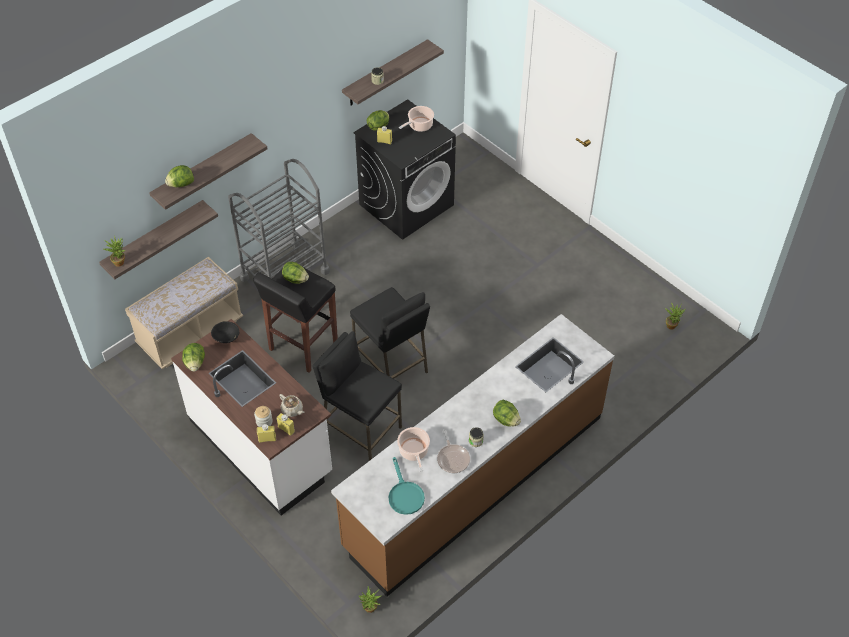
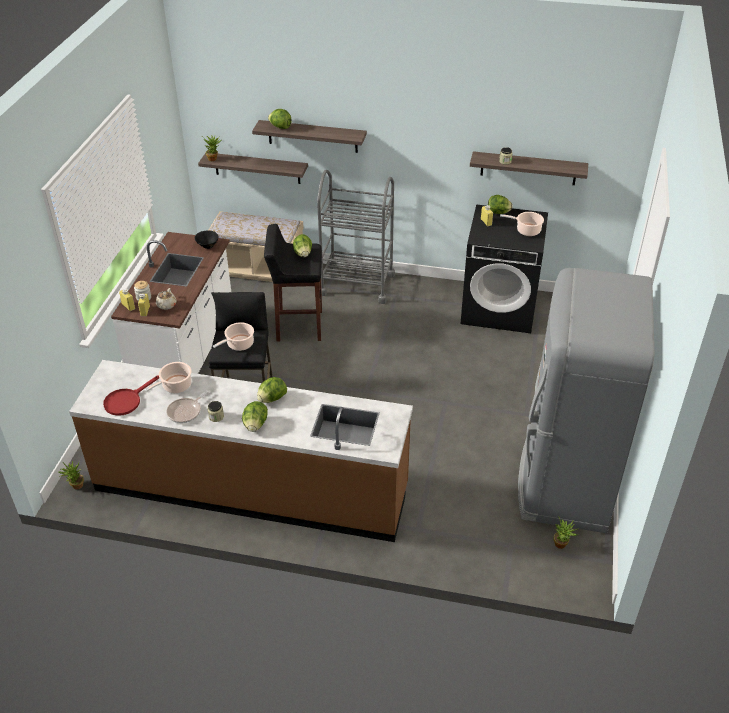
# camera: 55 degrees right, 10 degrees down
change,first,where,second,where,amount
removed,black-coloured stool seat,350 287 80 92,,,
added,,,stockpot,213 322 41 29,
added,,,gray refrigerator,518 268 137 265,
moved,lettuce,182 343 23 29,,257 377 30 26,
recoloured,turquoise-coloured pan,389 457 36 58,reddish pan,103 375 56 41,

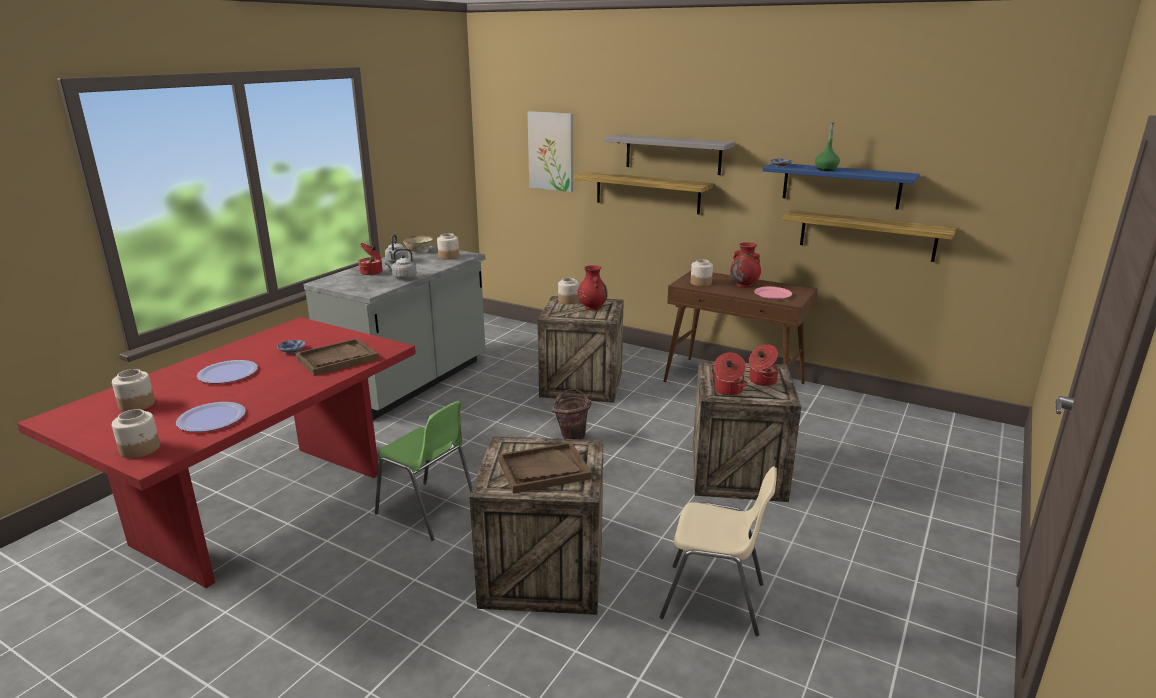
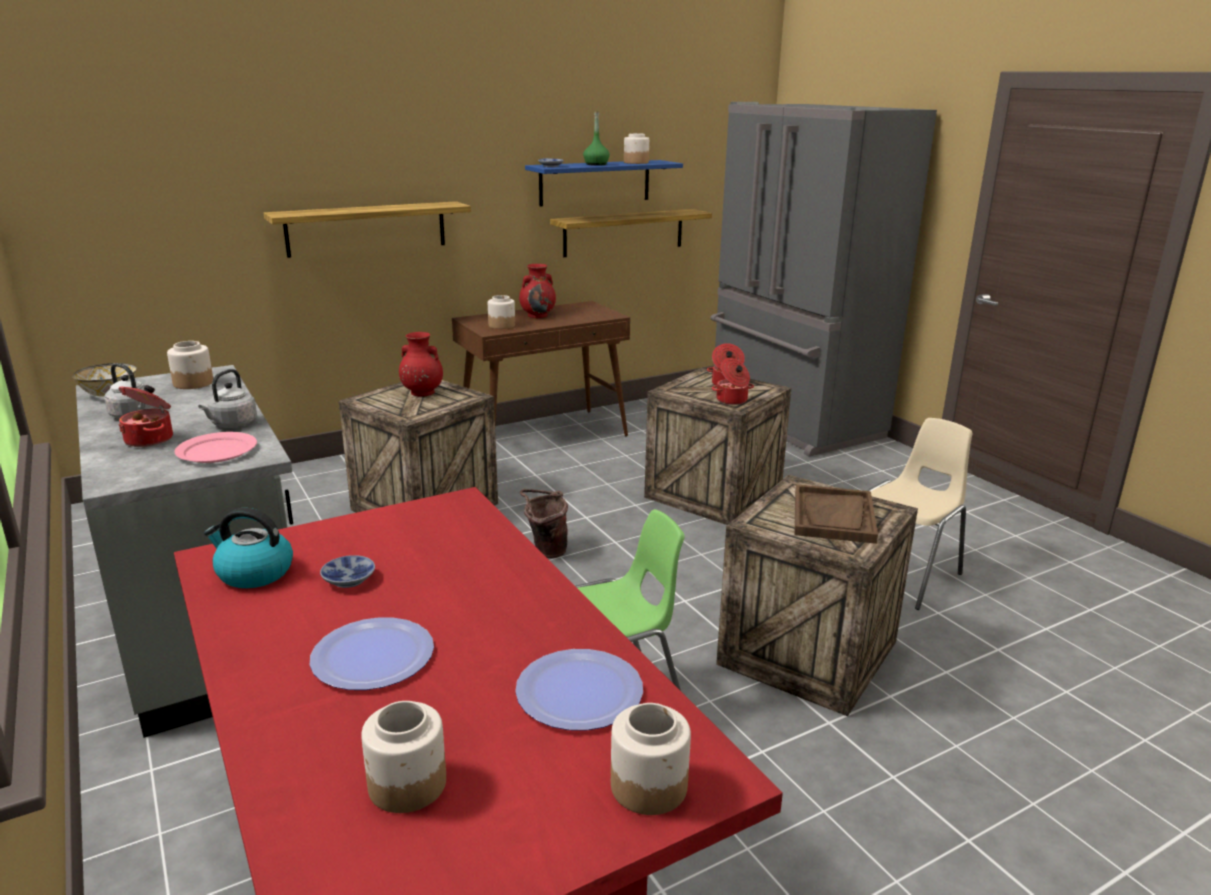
# camera: 60 degrees left, 0 degrees up
change,first,where,second,where,amount
removed,brown serving tray,295 338 84 38,,,
removed,wall picture,527 111 46 81,,,
removed,gray wall shelf,604 134 131 41,,,
added,,,kettle,204 508 89 80,
added,,,gray refrigerator,710 102 227 355,
moved,jar,558 278 21 26,,624 133 25 31,
moved,pink dinner plate,754 287 38 12,,175 432 82 31,

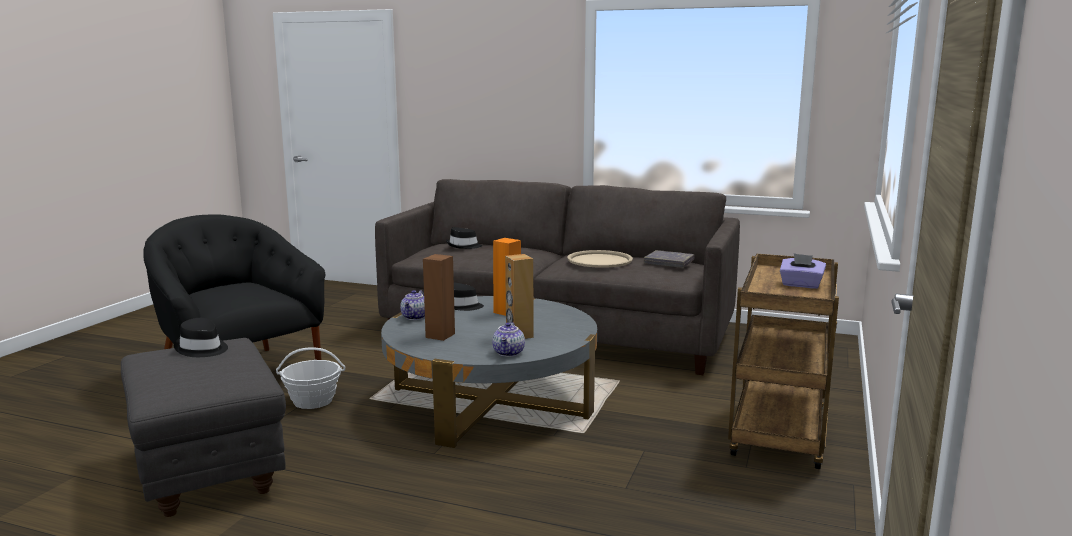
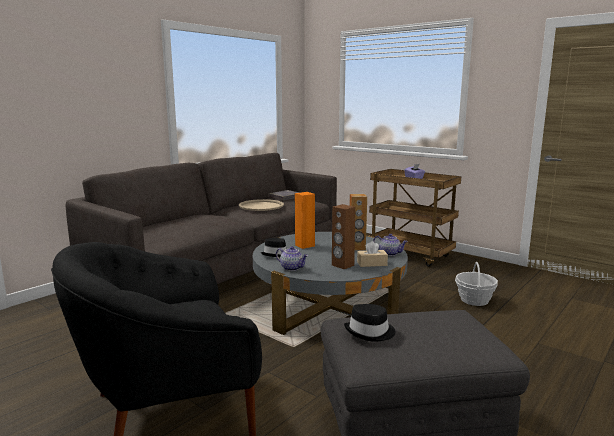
# camera: 70 degrees left, 0 degrees up
change,first,where,second,where,amount
removed,black-coloured clothing hat,446 227 36 22,,,
added,,,sand-coloured tissue holder,357 241 31 26,
moved,storage basket,276 347 69 62,,455 262 43 44,

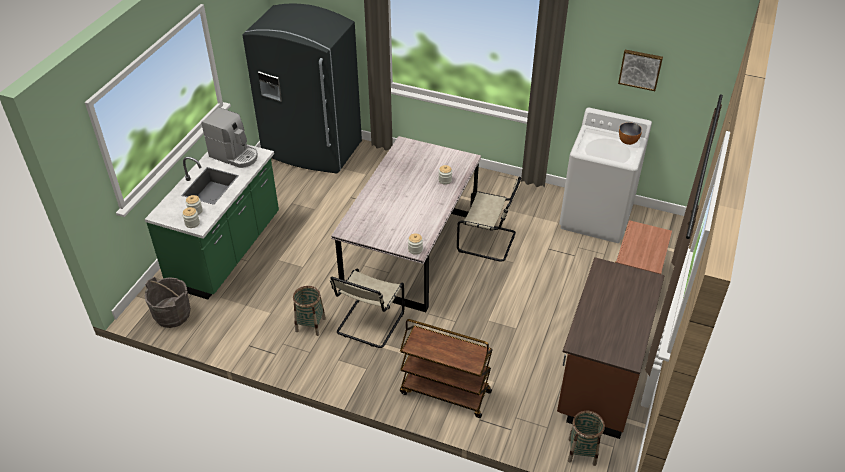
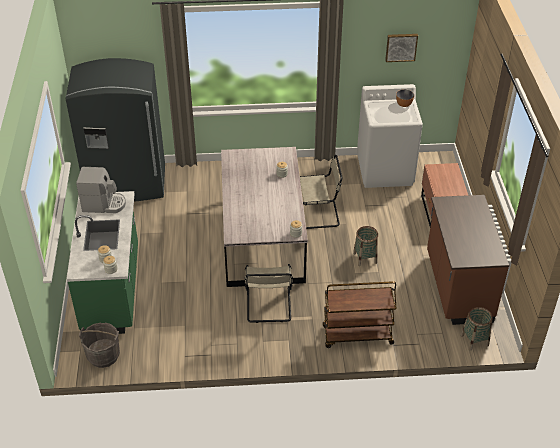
# camera: 25 degrees left, 0 degrees up
change,first,where,second,where,amount
moved,storage basket,293 286 33 50,,353 226 25 40,

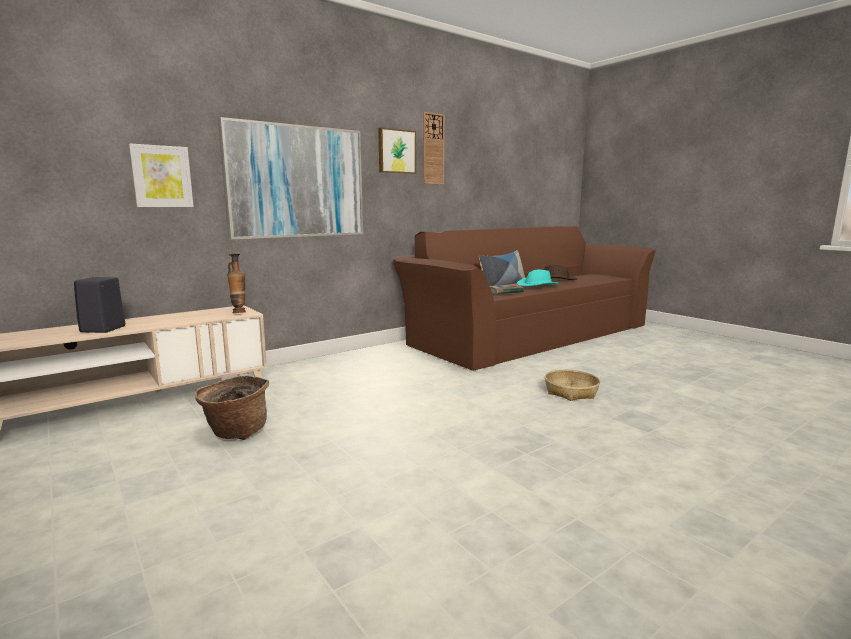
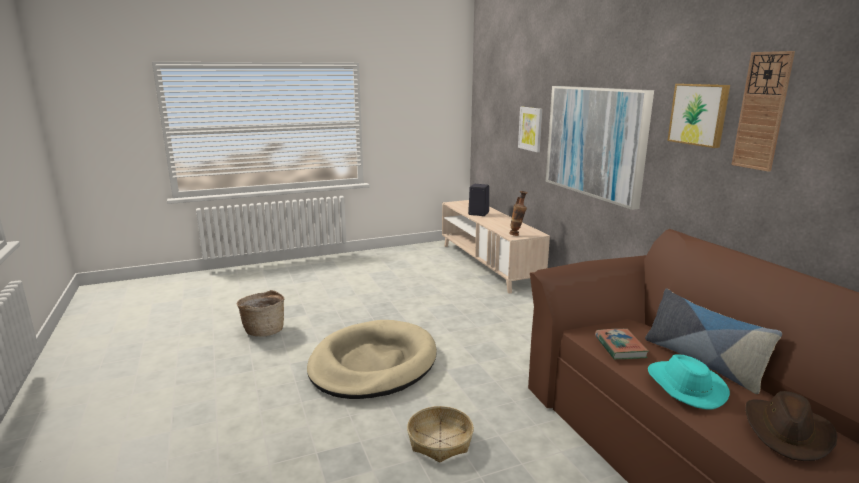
# camera: 105 degrees right, 5 degrees up
change,first,where,second,where,amount
added,,,sand-coloured dog cushion,307 320 130 79,
moved,storage basket,195 376 74 64,,237 290 47 46,

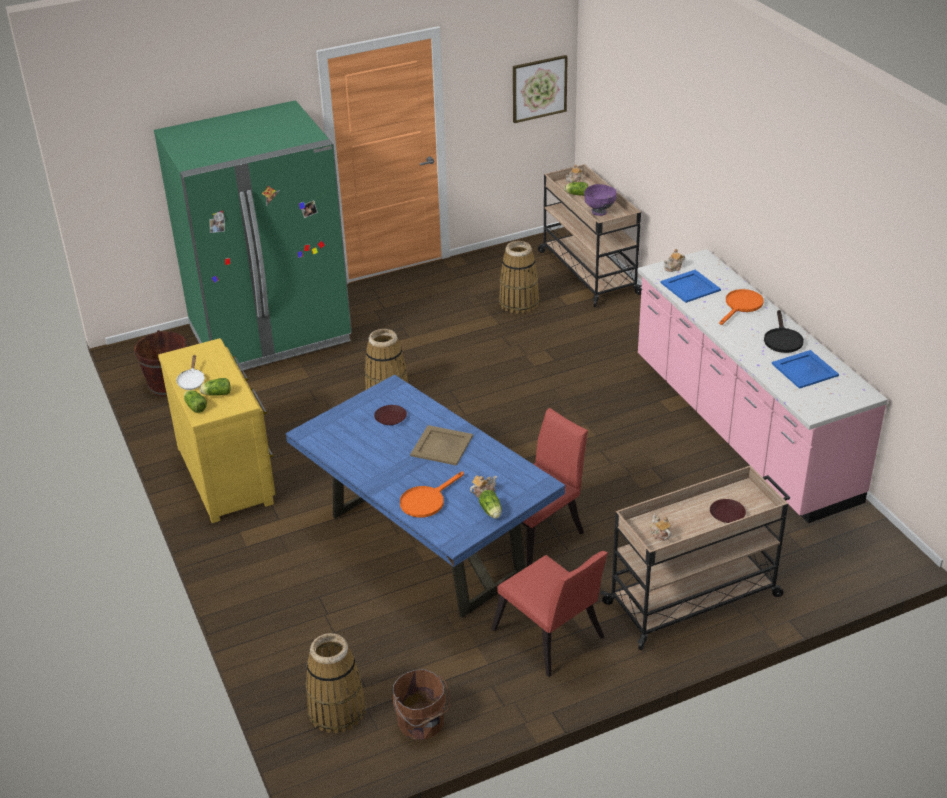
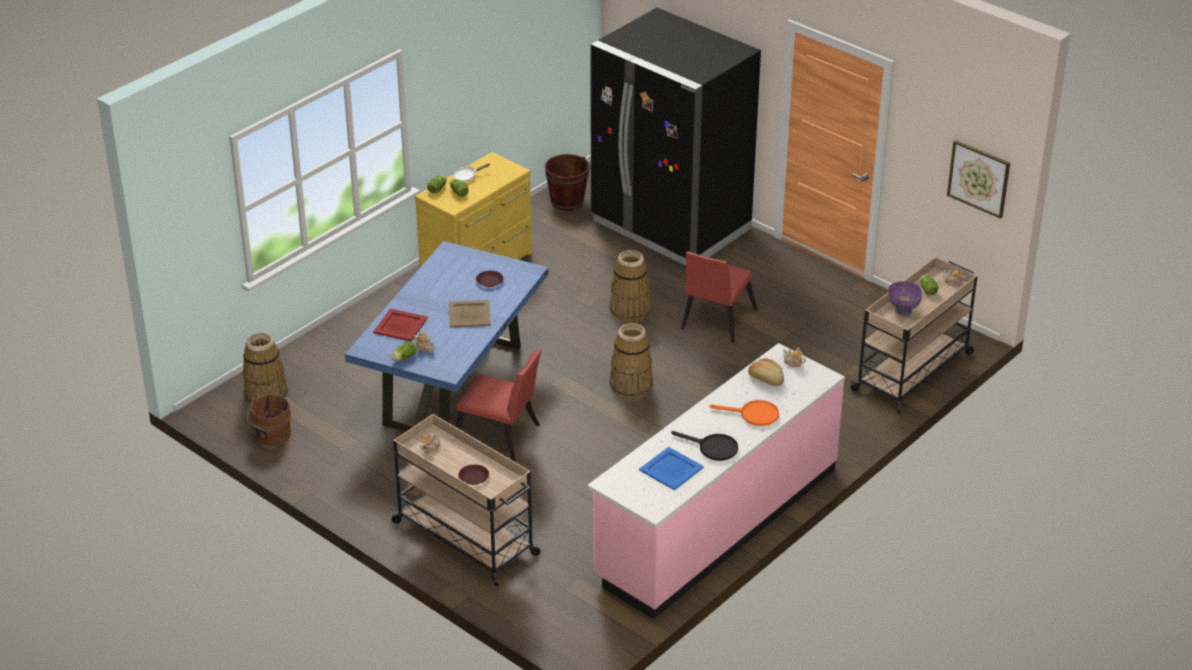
# camera: 65 degrees right, 0 degrees up
change,first,where,second,where,amount
moved,reddish plain chair,491 551 117 126,,681 251 77 92,
moved,storage basket,498 241 41 73,,610 323 43 76,
replaced,orange-coloured pan,400 472 64 46,reddish serving tray,373 309 55 32,
replaced,blue serving tray,660 270 61 33,bakery bread,748 358 36 28,
recoloured,green refrigerator,154 100 198 271,black-coloured refrigerator,590 8 171 258,
turned,black-coloured pan,764 310 40 43,,671 431 67 30,135 degrees counterclockwise

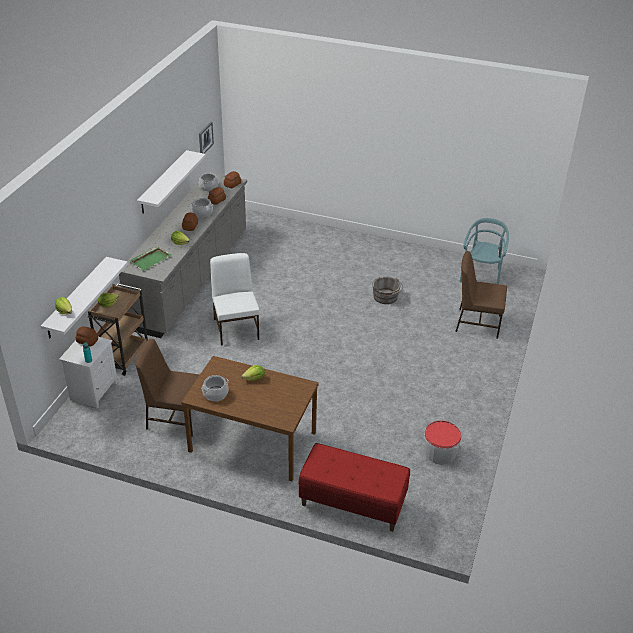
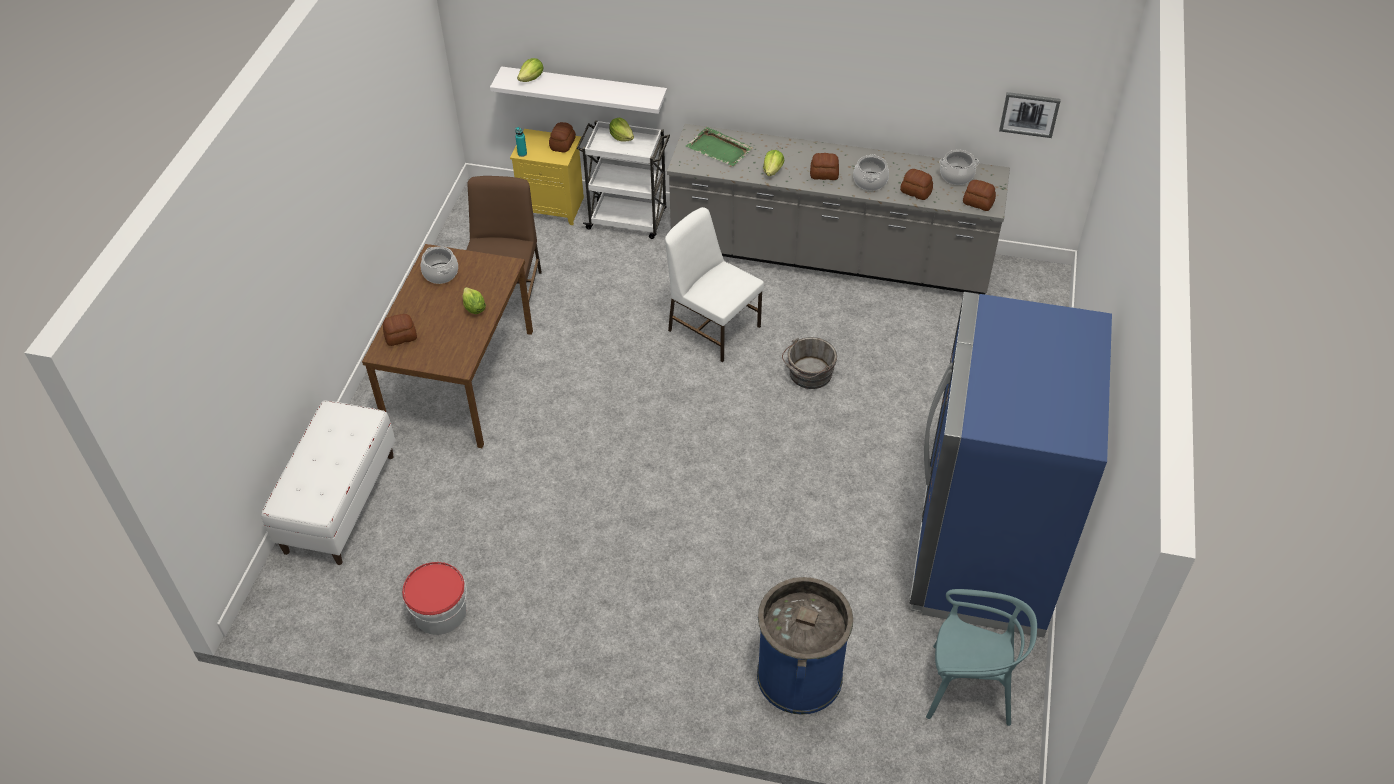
# camera: 85 degrees right, 10 degrees up
change,first,where,second,where,amount
removed,white-coloured wall shelf,137 150 69 63,,,
added,,,bakery bread,383 314 34 32,
added,,,blue refrigerator,910 292 202 346,
moved,gray bucket,372 277 31 27,,782 337 55 52,
replaced,brown plain chair,455 251 52 88,blue rubbish bin,757 577 96 138,
recoloured,white-coloured night table,59 337 59 72,yellow-coloured night table,510 129 74 96,
recoloured,brown cart,88 283 60 93,white-coloured cart,577 120 93 119,
recoloured,reddish indoor bench,299 443 111 89,white-coloured indoor bench,261 400 135 165,
turned,white-coloured plain chair,210 253 49 93,,665 207 99 155,120 degrees counterclockwise

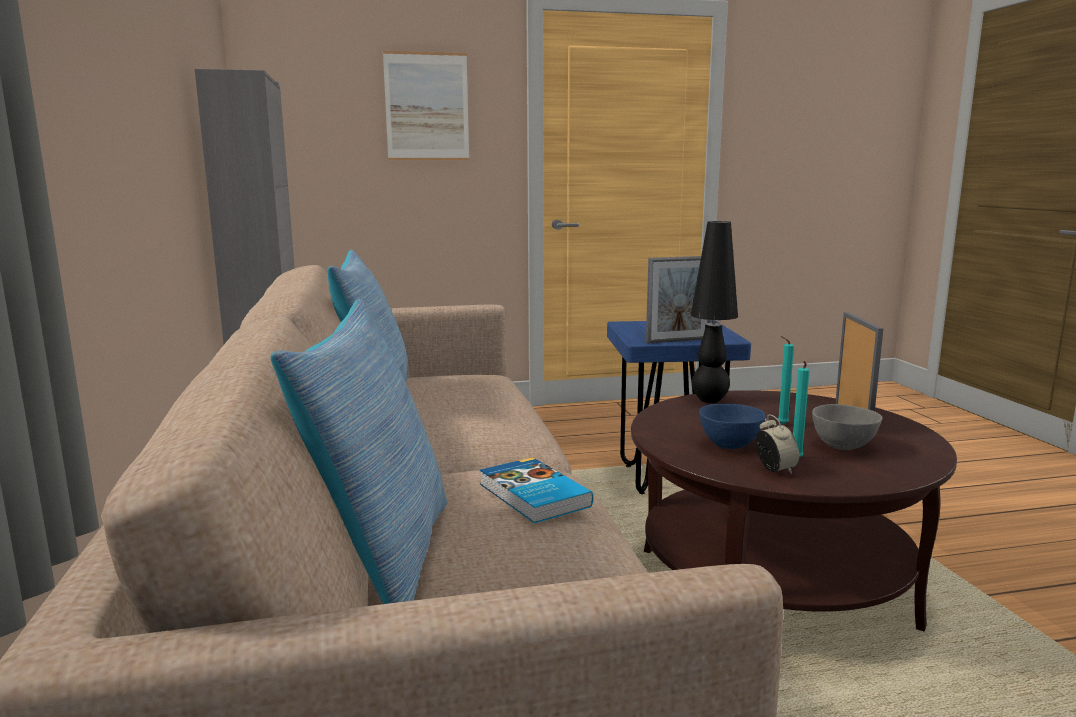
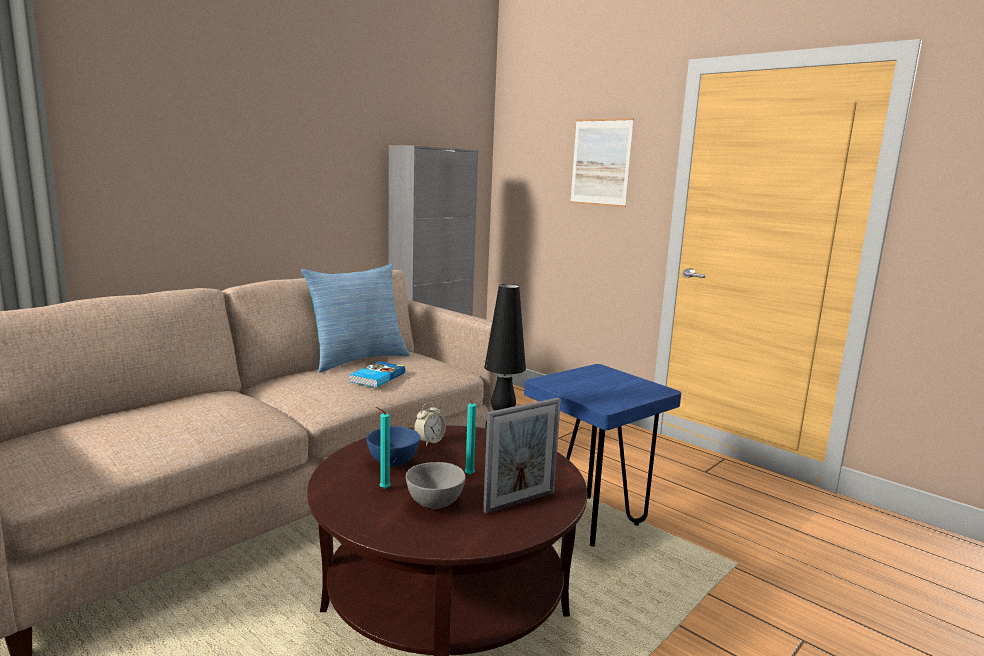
# camera: 55 degrees right, 0 degrees up
change,first,where,second,where,amount
removed,cushion,271 299 176 305,,,
removed,picture frame,646 256 66 88,,,
moved,book,480 457 113 66,,349 361 56 27,
moved,bedside clock,756 414 43 60,,414 403 32 43,

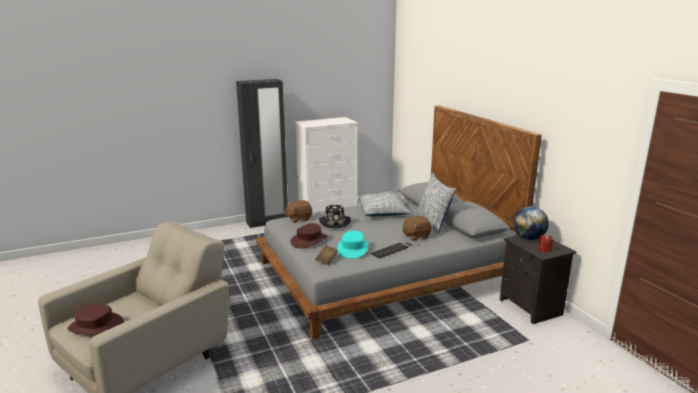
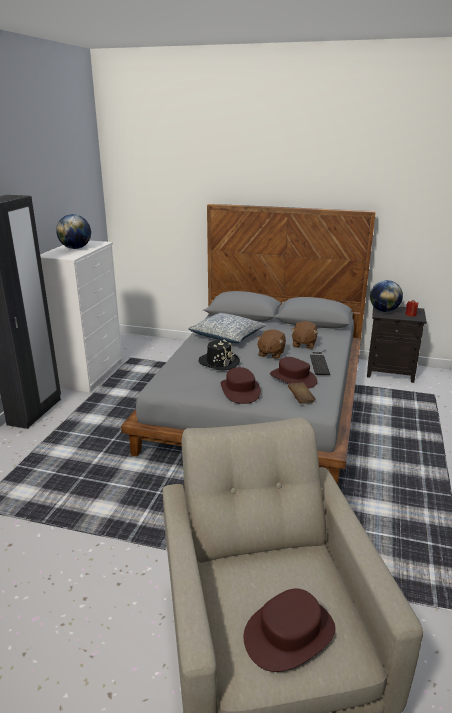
# camera: 50 degrees left, 5 degrees up
change,first,where,second,where,amount
removed,cushion,416 173 40 61,,,
added,,,desk globe,56 214 35 35,
moved,brown cuddly toy,284 200 28 23,,256 329 30 30,
recoloured,turquoise-coloured clothing hat,337 231 31 28,brown clothing hat,270 357 47 32,

